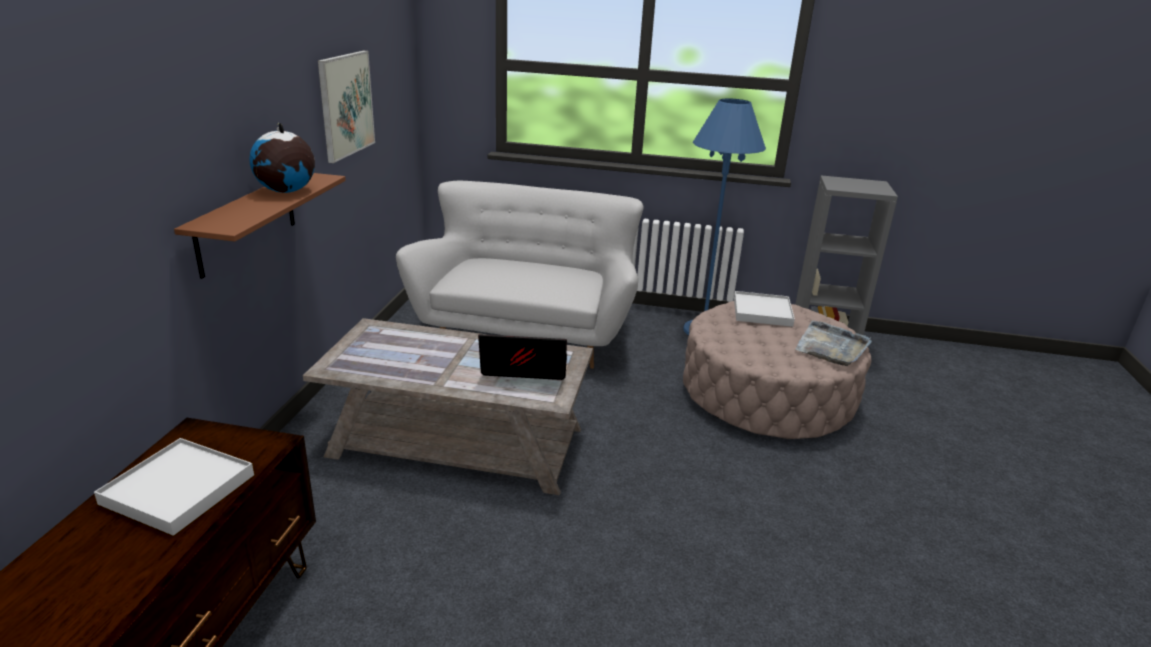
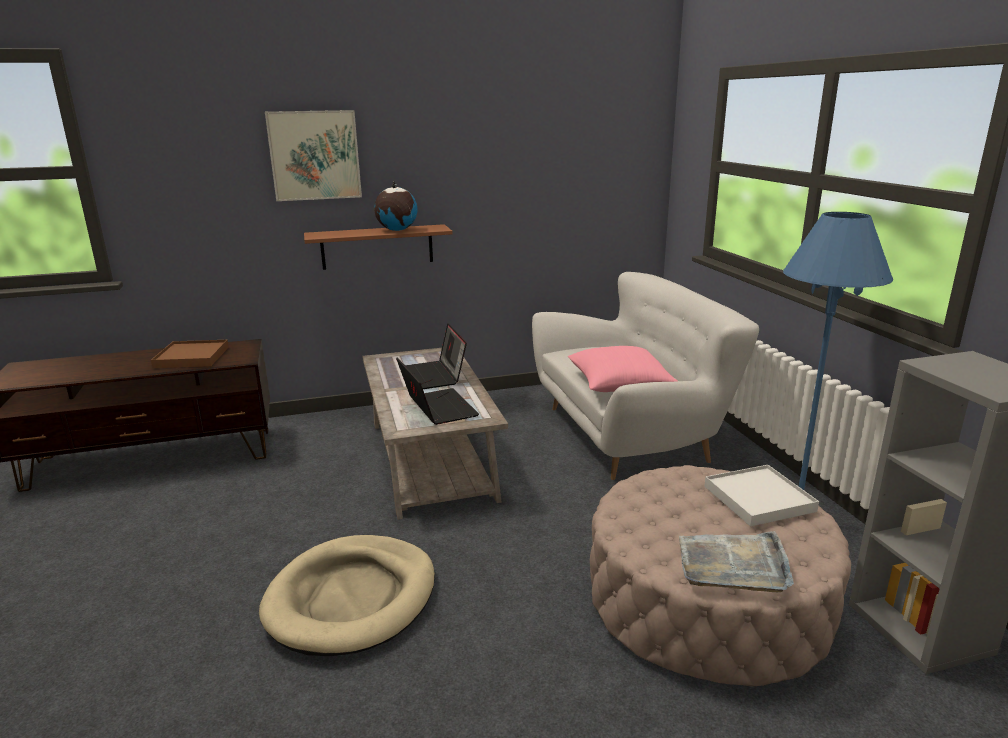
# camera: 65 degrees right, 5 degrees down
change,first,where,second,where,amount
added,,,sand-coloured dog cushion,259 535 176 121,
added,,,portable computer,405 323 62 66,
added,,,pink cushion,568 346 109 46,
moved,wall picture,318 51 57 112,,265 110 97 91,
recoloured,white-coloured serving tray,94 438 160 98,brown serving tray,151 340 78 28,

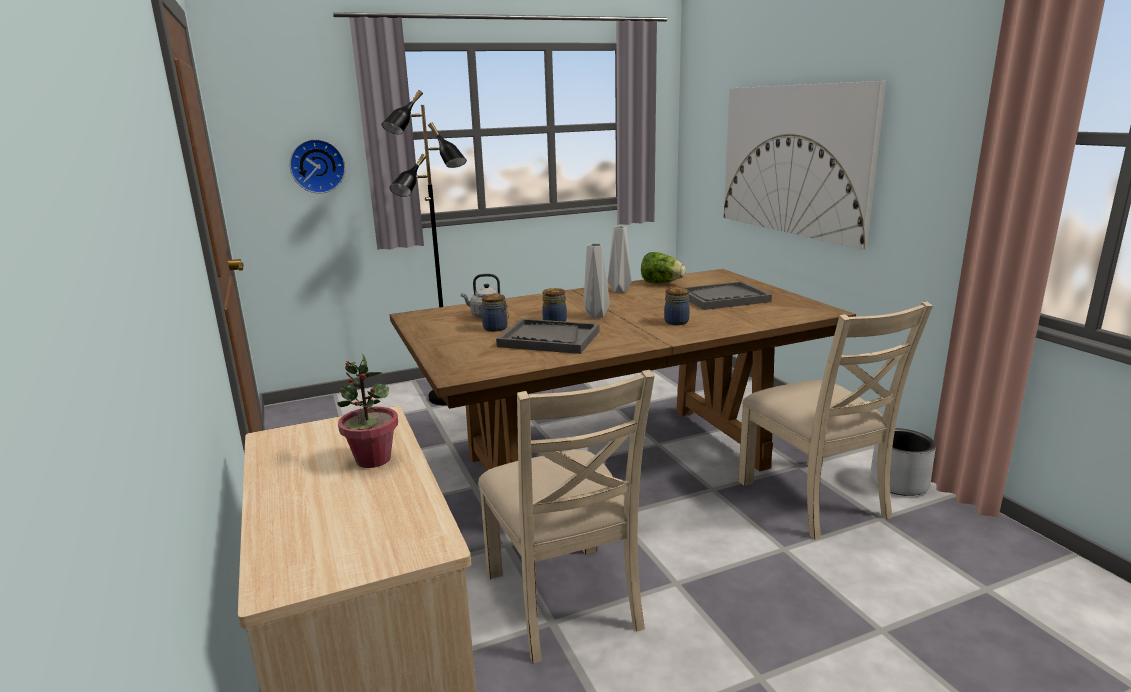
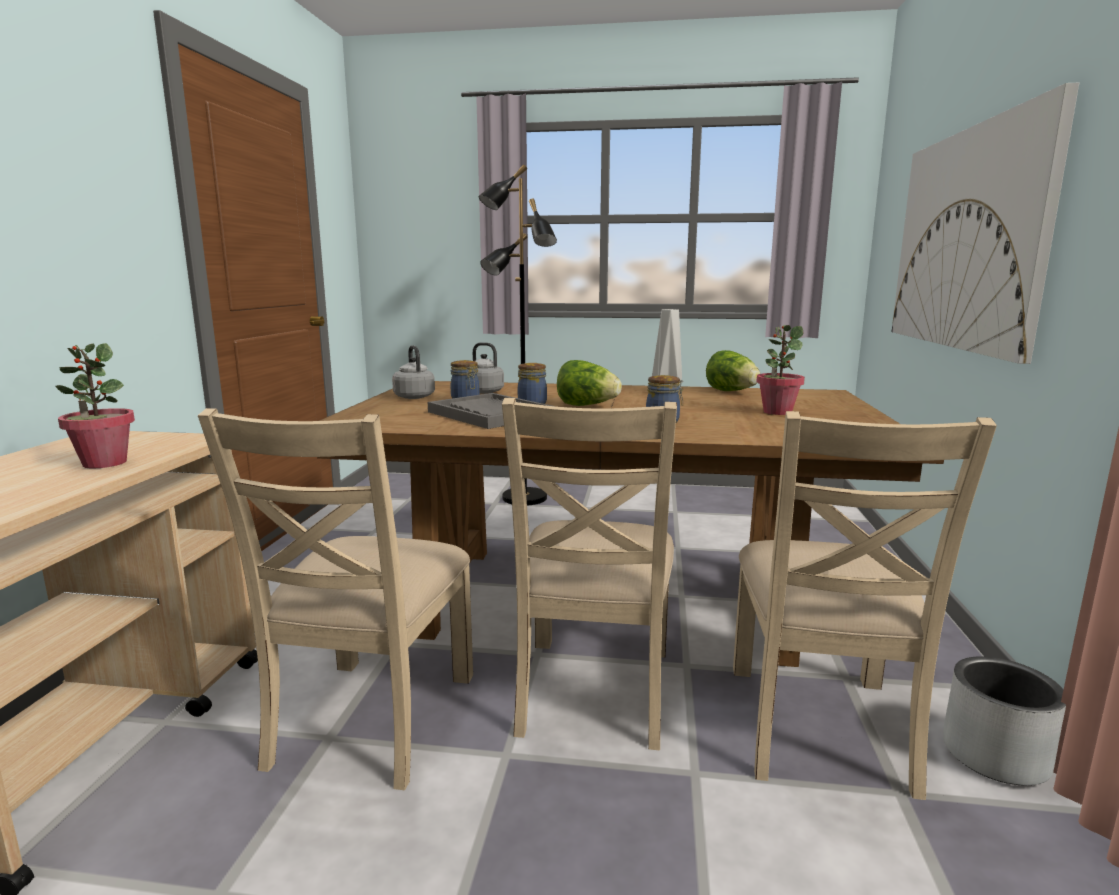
# camera: 30 degrees right, 5 degrees down
change,first,where,second,where,amount
removed,hanging clock,289 139 57 55,,,
added,,,gray kettle,392 345 43 54,
added,,,sand-coloured plain chair,502 398 175 352,
replaced,gray vase,584 243 26 76,lettuce,557 360 65 46,
replaced,gray serving tray,684 281 88 29,potted plant,757 325 48 90,

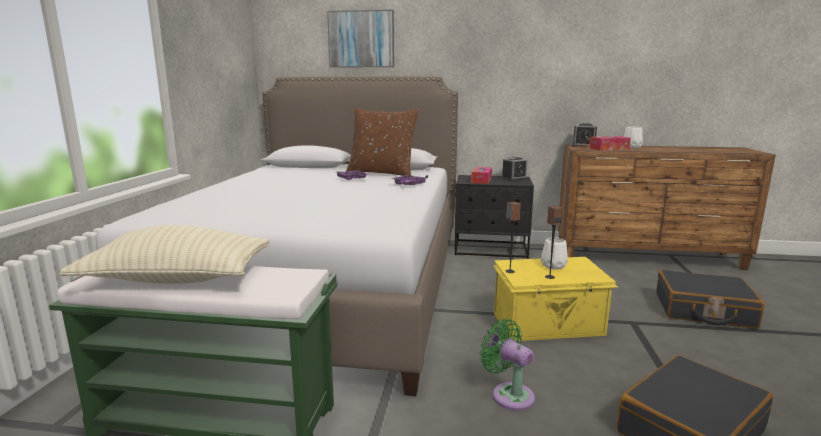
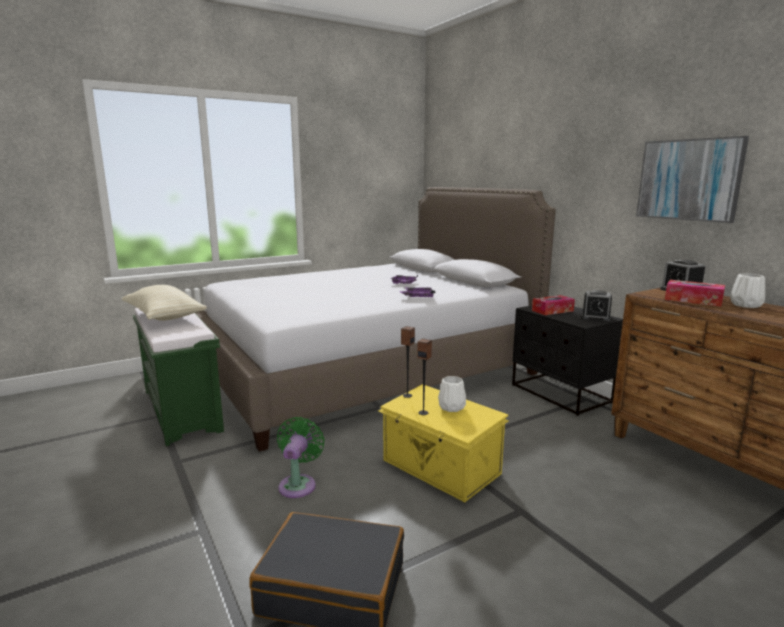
# camera: 50 degrees right, 0 degrees up
change,first,where,second,where,amount
removed,brown cushion,346 108 73 68,,,
removed,black-coloured piece of luggage,656 270 109 59,,,
moved,wall picture,327 9 67 59,,636 136 113 87,

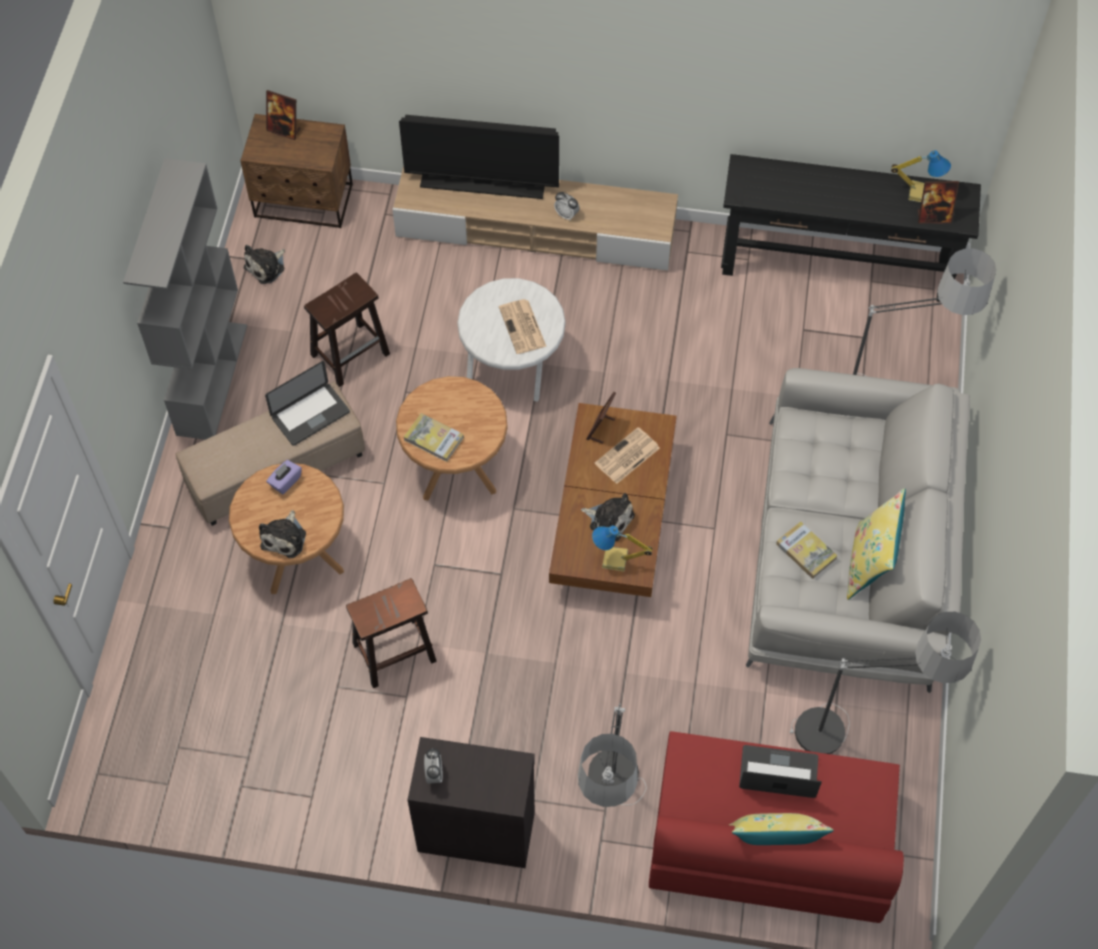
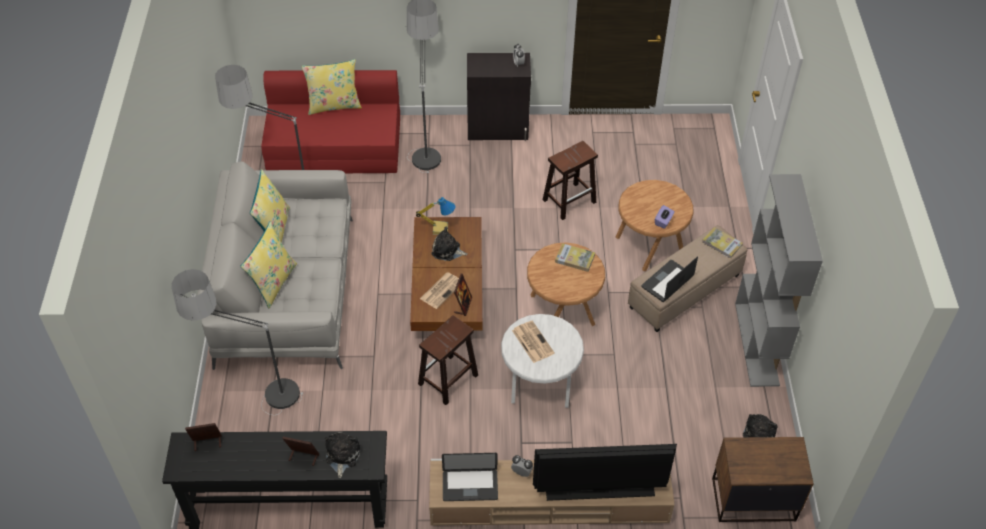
# camera: 170 degrees right, 10 degrees down
change,first,where,second,where,amount
removed,lamp for a table,891 150 60 52,,,
added,,,yellow-coloured cushion,240 222 57 86,
moved,cuddly toy,259 510 47 48,,325 432 35 46,
moved,picture frame,266 90 35 50,,282 437 37 29,
moved,brown stool seat,304 272 86 115,,418 315 60 90,
moved,portable computer,739 745 83 53,,442 453 56 48,
moved,book,776 521 61 58,,702 227 41 32,

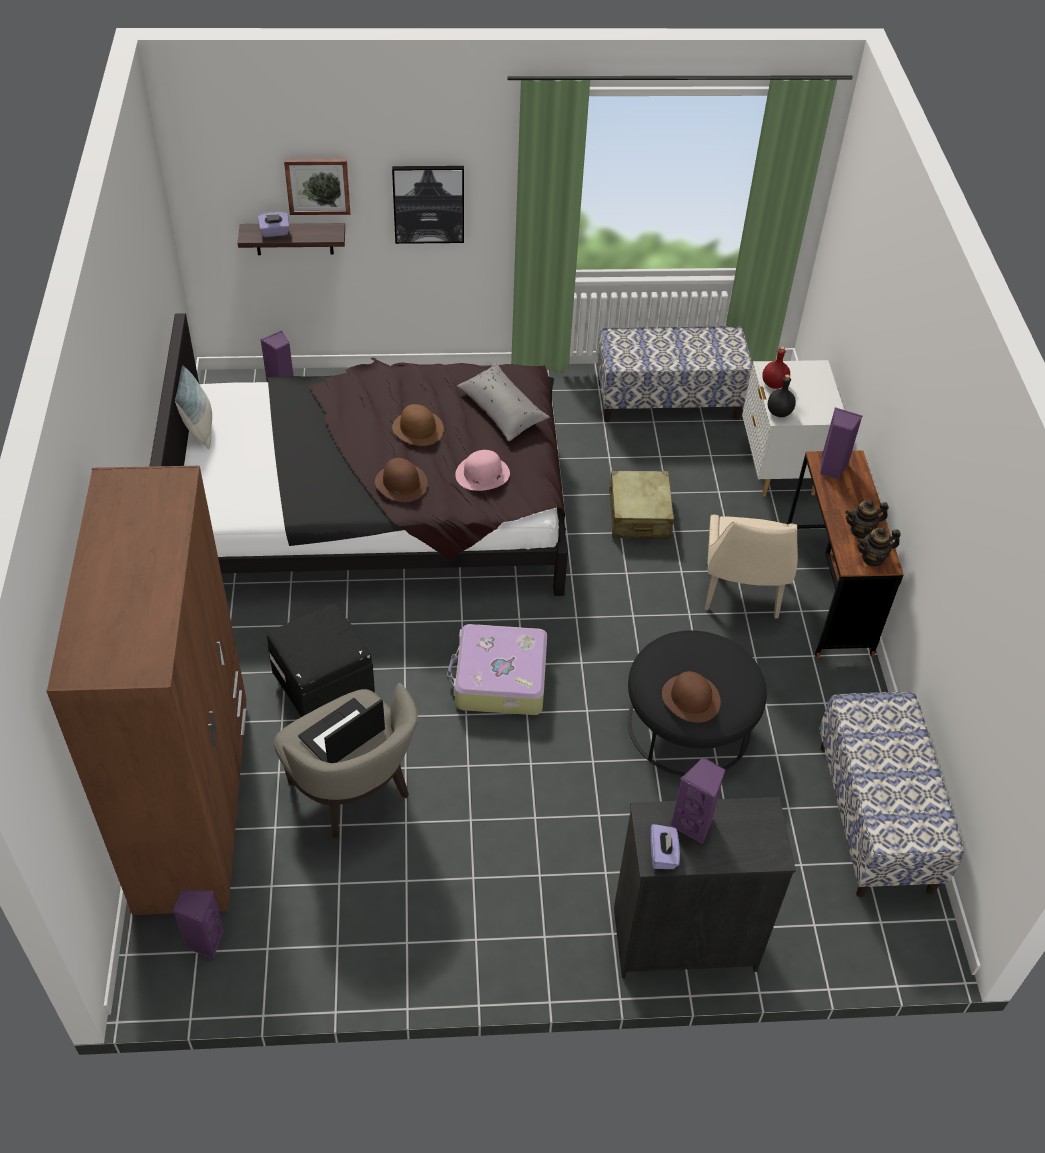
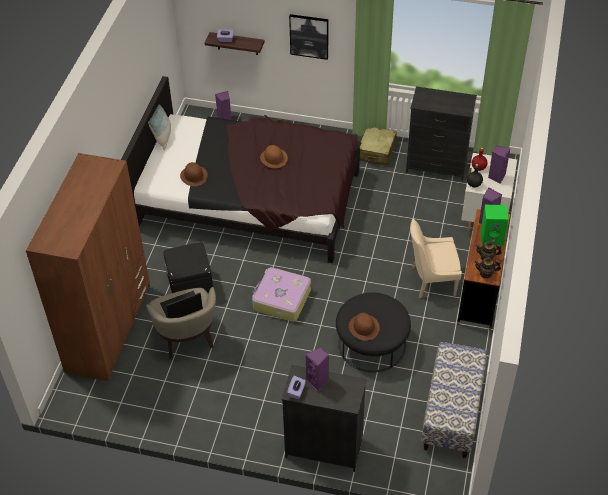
# camera: 20 degrees right, 0 degrees up
change,first,where,second,where,amount
removed,wall picture,284 158 66 57,,,
removed,pink clothing hat,455 450 55 41,,,
removed,gray cushion,457 363 93 78,,,
added,,,green speaker,481 205 28 41,
moved,purple-coloured speaker,173 891 51 68,,488 146 22 38,
moved,brown clothing hat,375 458 53 44,,180 162 28 24,
moved,sand-coloured piece of luggage,608 471 66 68,,359 127 38 38,
replaced,indoor bench,597 326 155 96,black-coloured drawer chest,406 87 71 94,
turned,sand-coloured plain chair,705 515 93 104,,410 219 52 80,60 degrees clockwise

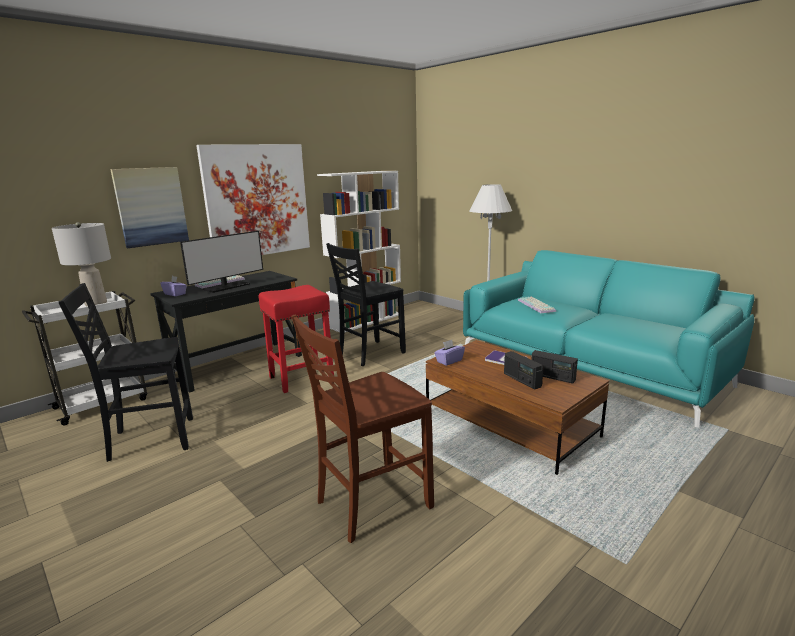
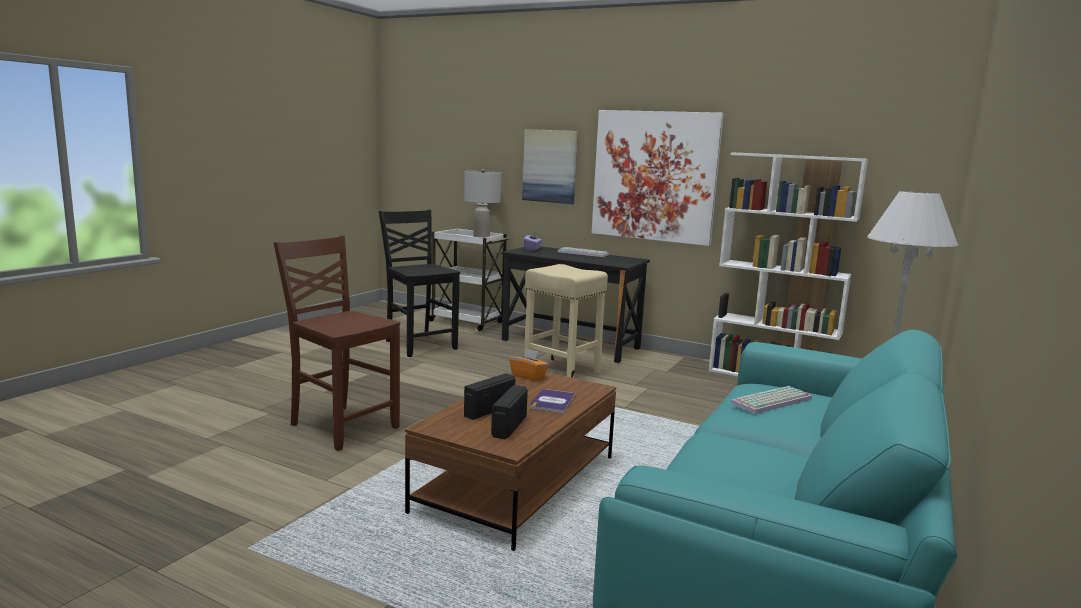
# camera: 70 degrees right, 5 degrees down
change,first,where,second,where,amount
removed,computer screen,180 231 83 62,,,
removed,black-coloured plain chair,326 243 80 123,,,
recoloured,reddish stool seat,258 285 76 108,sand-coloured stool seat,524 264 84 114,
recoloured,purple-coloured tissue holder,434 340 31 26,orange-coloured tissue holder,509 348 40 33,

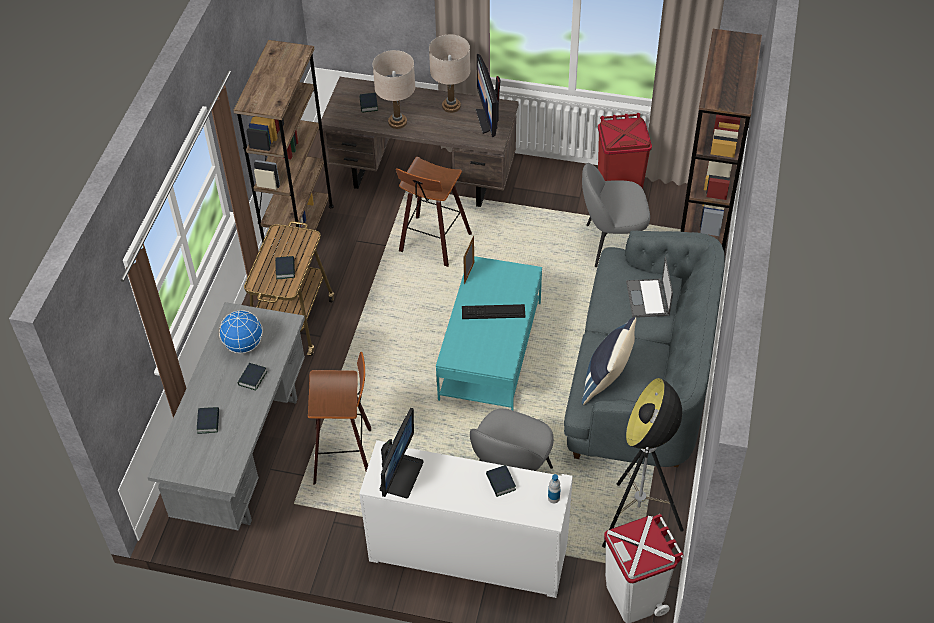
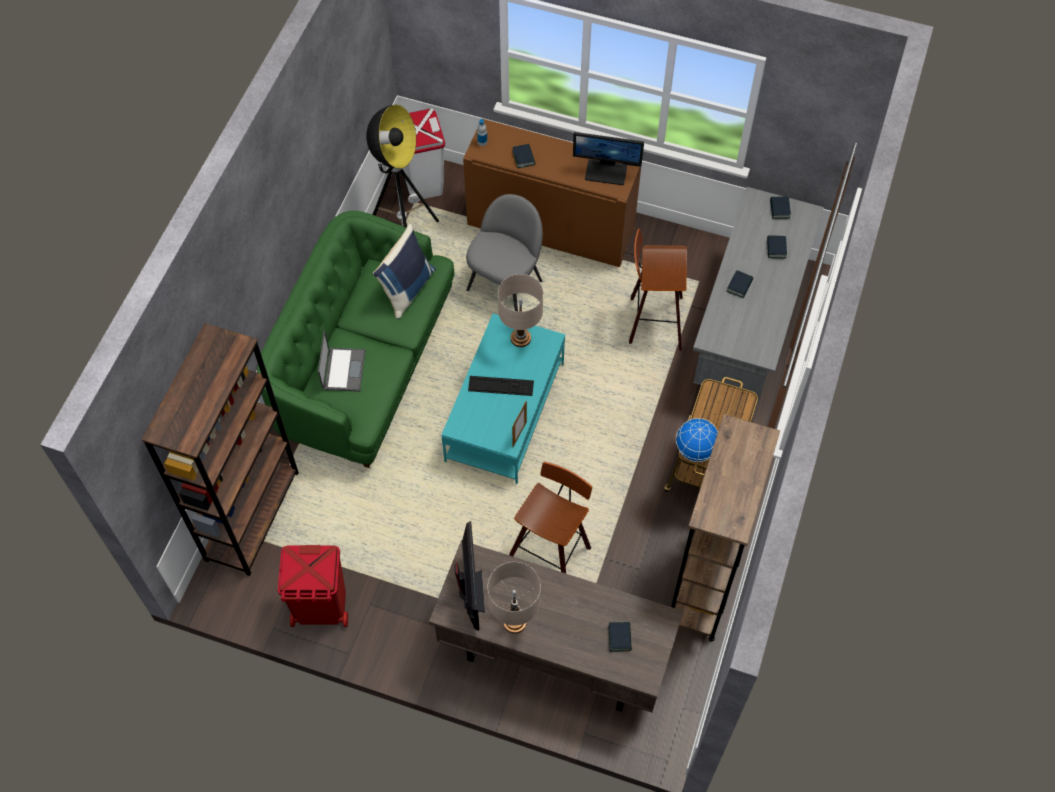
# camera: 175 degrees left, 10 degrees up
change,first,where,second,where,amount
removed,gray plain chair,582 163 68 104,,,
moved,desk globe,219 310 44 43,,676 418 42 44,
moved,book,275 256 20 23,,770 197 21 22,
moved,sand-coloured lamp for a table,373 50 42 79,,498 274 45 73,
recoloured,white-coloured storage cabinet,359 440 214 158,brown storage cabinet,463 119 178 148,
recoloured,gray settee,564 231 161 236,green settee,257 211 198 257,
turned,computer screen,380 408 44 90,,573 132 71 53,105 degrees counterclockwise

